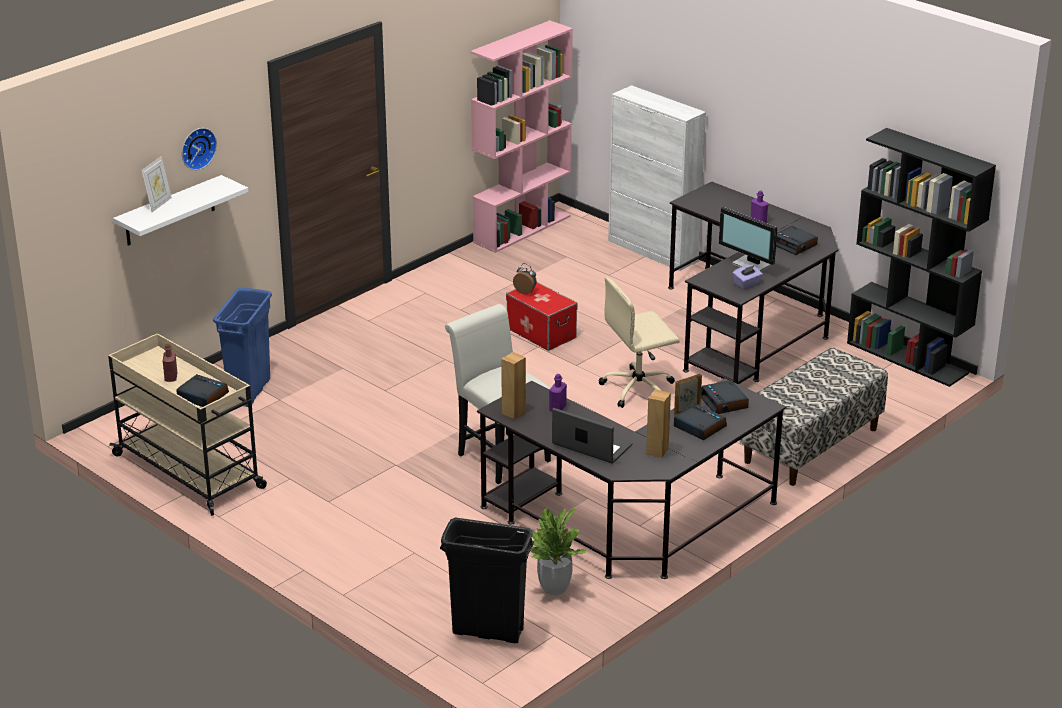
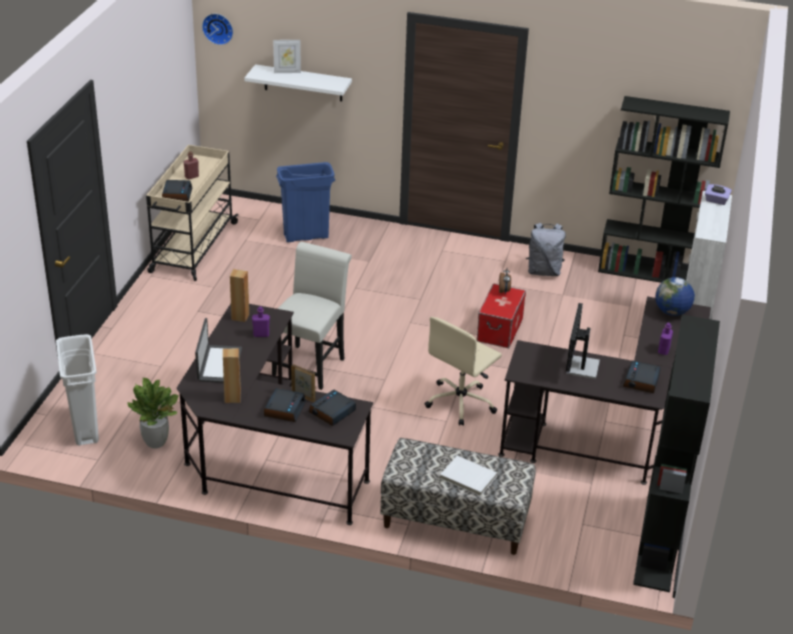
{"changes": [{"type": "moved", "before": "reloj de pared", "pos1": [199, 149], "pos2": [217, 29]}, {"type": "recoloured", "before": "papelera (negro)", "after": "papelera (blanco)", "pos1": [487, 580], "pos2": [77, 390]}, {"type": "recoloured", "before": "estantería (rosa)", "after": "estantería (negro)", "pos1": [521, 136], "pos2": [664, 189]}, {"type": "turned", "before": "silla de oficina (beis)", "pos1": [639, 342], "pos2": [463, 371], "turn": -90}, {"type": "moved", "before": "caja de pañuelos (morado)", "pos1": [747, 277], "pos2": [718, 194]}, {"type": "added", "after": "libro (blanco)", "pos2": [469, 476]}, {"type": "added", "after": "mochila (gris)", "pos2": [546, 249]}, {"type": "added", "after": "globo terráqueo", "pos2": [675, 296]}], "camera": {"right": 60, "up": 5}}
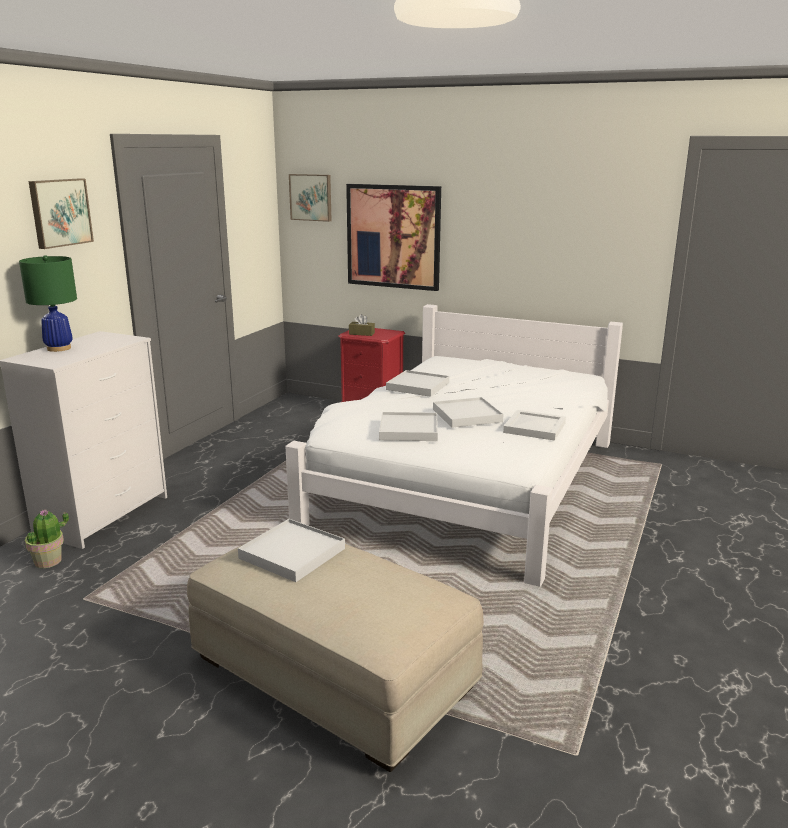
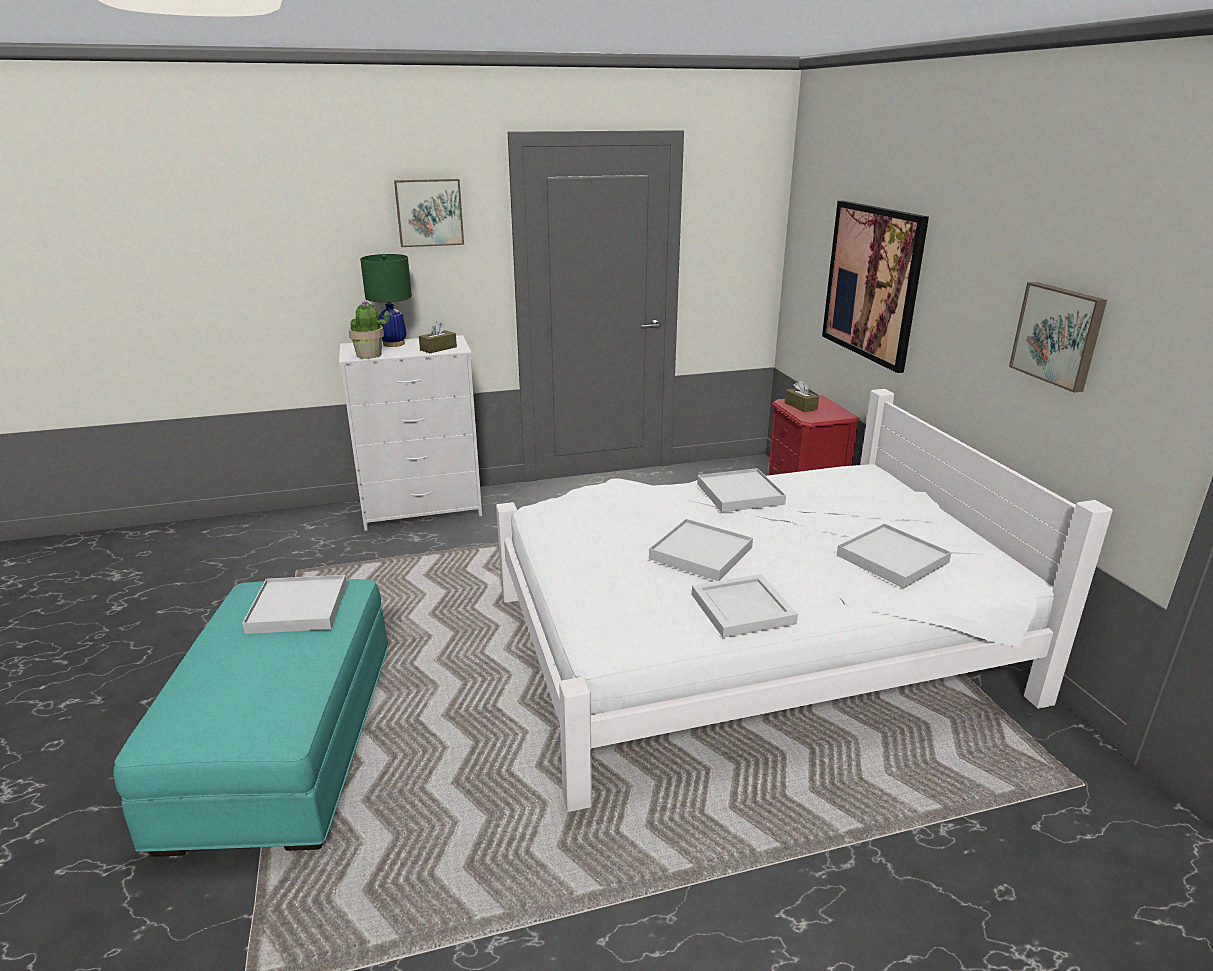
{"changes": [{"type": "moved", "before": "planta en maceta", "pos1": [47, 538], "pos2": [369, 330]}, {"type": "recoloured", "before": "puf (beis)", "after": "puf (turquesa)", "pos1": [335, 657], "pos2": [250, 718]}, {"type": "moved", "before": "cuadro", "pos1": [310, 198], "pos2": [1058, 337]}, {"type": "moved", "before": "bandeja (blanco)", "pos1": [408, 426], "pos2": [894, 555]}, {"type": "added", "after": "caja de pañuelos (marrón)", "pos2": [438, 337]}], "camera": {"right": 50, "up": 5}}
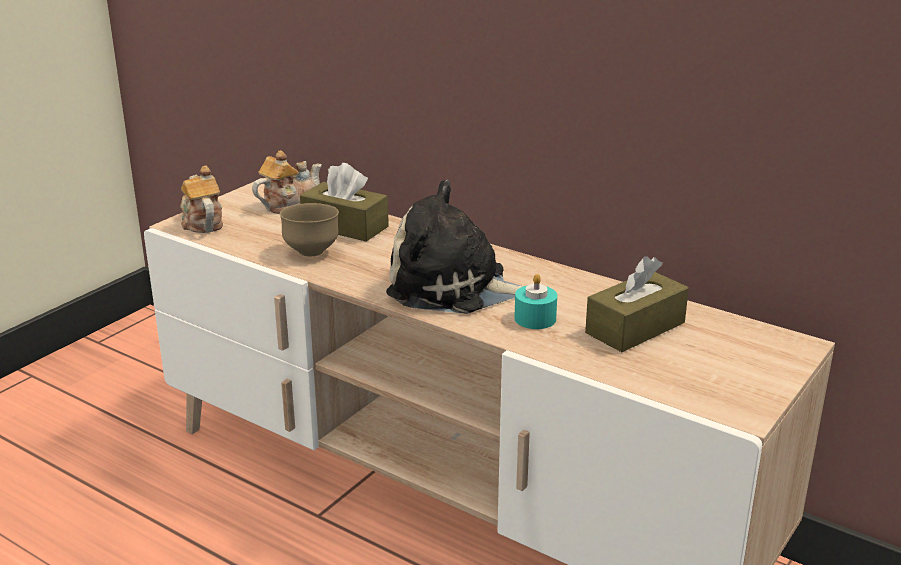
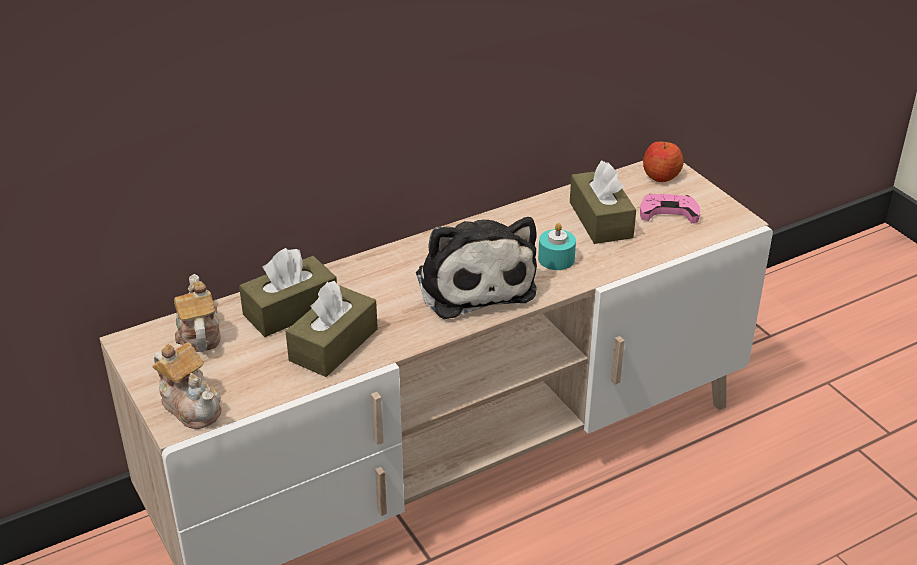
{"changes": [{"type": "turned", "before": "tetera", "pos1": [201, 199], "pos2": [187, 385], "turn": -135}, {"type": "replaced", "before": "cuenco (marrón)", "after": "caja de pañuelos (marrón)", "pos1": [309, 229], "pos2": [332, 329]}, {"type": "turned", "before": "peluche", "pos1": [454, 247], "pos2": [476, 268], "turn": -60}, {"type": "added", "after": "mando de consola (rosa)", "pos2": [670, 209]}, {"type": "added", "after": "manzana", "pos2": [663, 161]}], "camera": {"right": -65, "up": 10}}
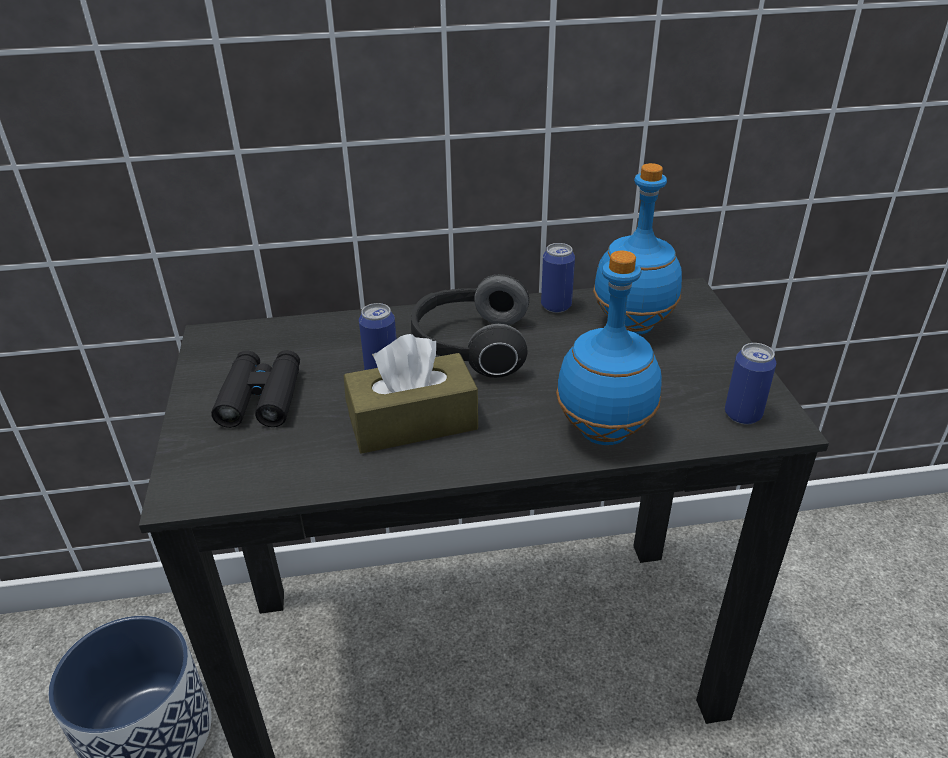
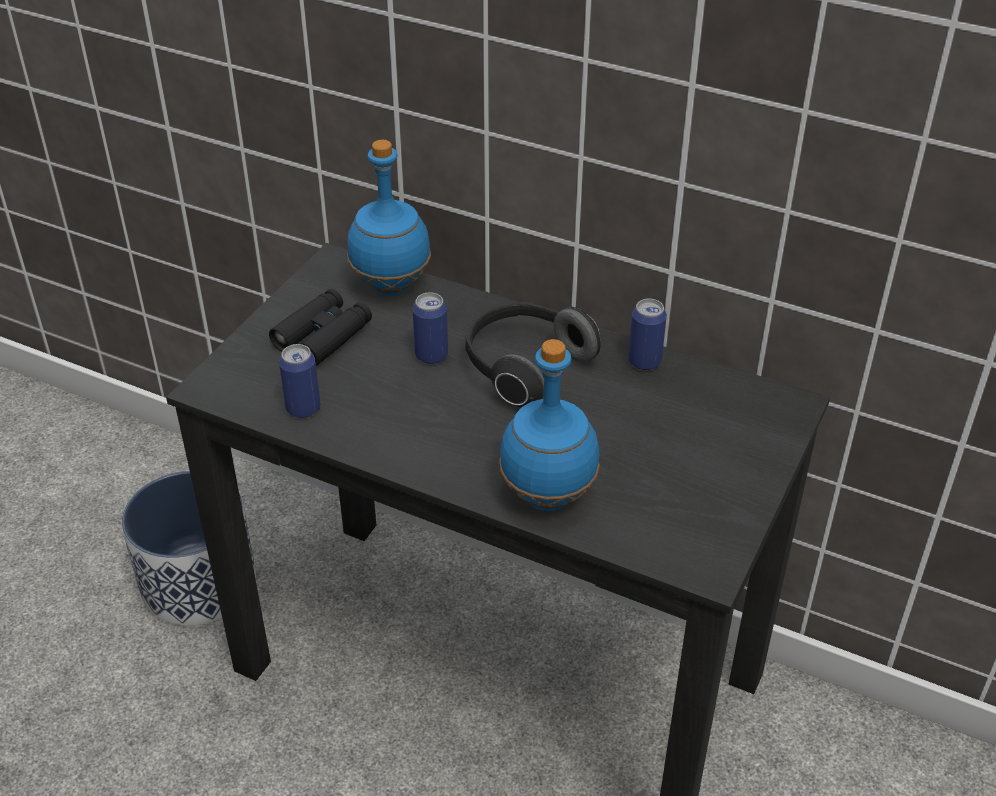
{"changes": [{"type": "removed", "before": "caja de pañuelos (marrón)", "pos1": [411, 394]}, {"type": "moved", "before": "botella (azul)", "pos1": [637, 249], "pos2": [389, 218]}, {"type": "moved", "before": "lata", "pos1": [750, 383], "pos2": [299, 381]}], "camera": {"right": 35, "up": 5}}
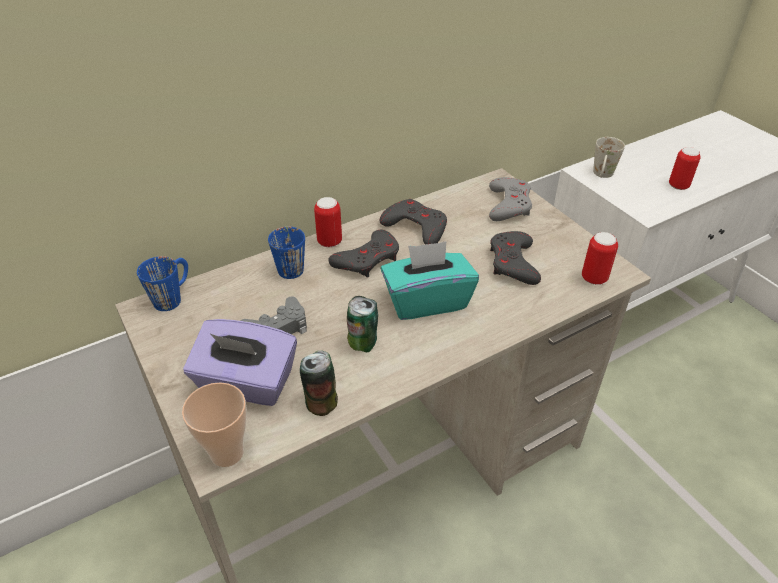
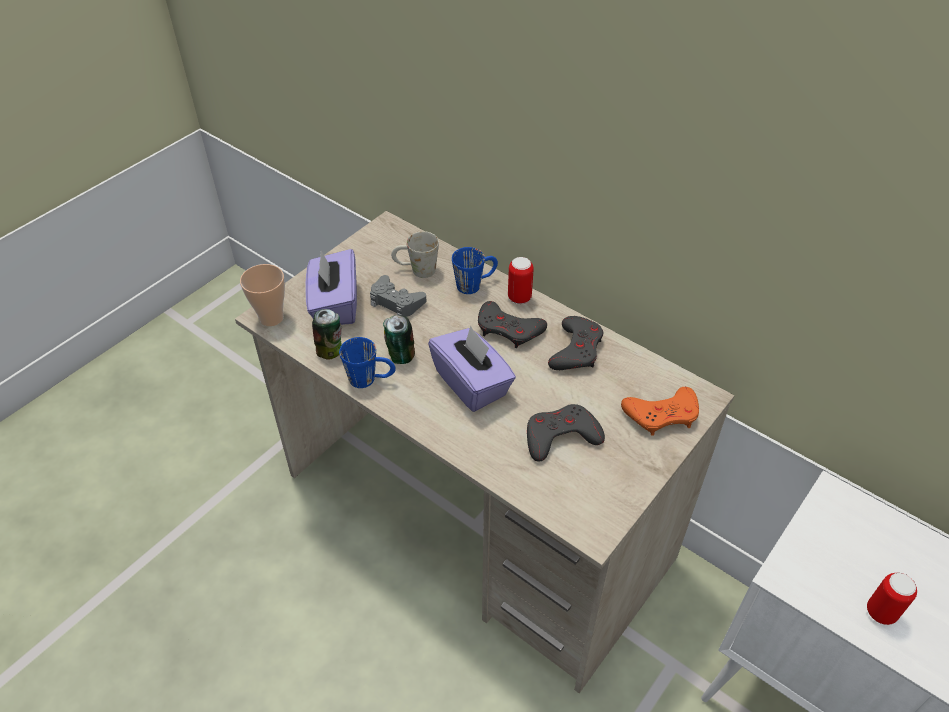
{"changes": [{"type": "moved", "before": "taza grande (azul)", "pos1": [162, 283], "pos2": [367, 362]}, {"type": "recoloured", "before": "caja de pañuelos (turquesa)", "after": "caja de pañuelos (morado)", "pos1": [430, 280], "pos2": [472, 369]}, {"type": "recoloured", "before": "mando de consola (gris)", "after": "mando de consola (naranja)", "pos1": [510, 199], "pos2": [660, 411]}, {"type": "removed", "before": "lata", "pos1": [600, 258]}, {"type": "moved", "before": "taza grande (blanco)", "pos1": [609, 157], "pos2": [415, 254]}], "camera": {"right": 70, "up": 5}}
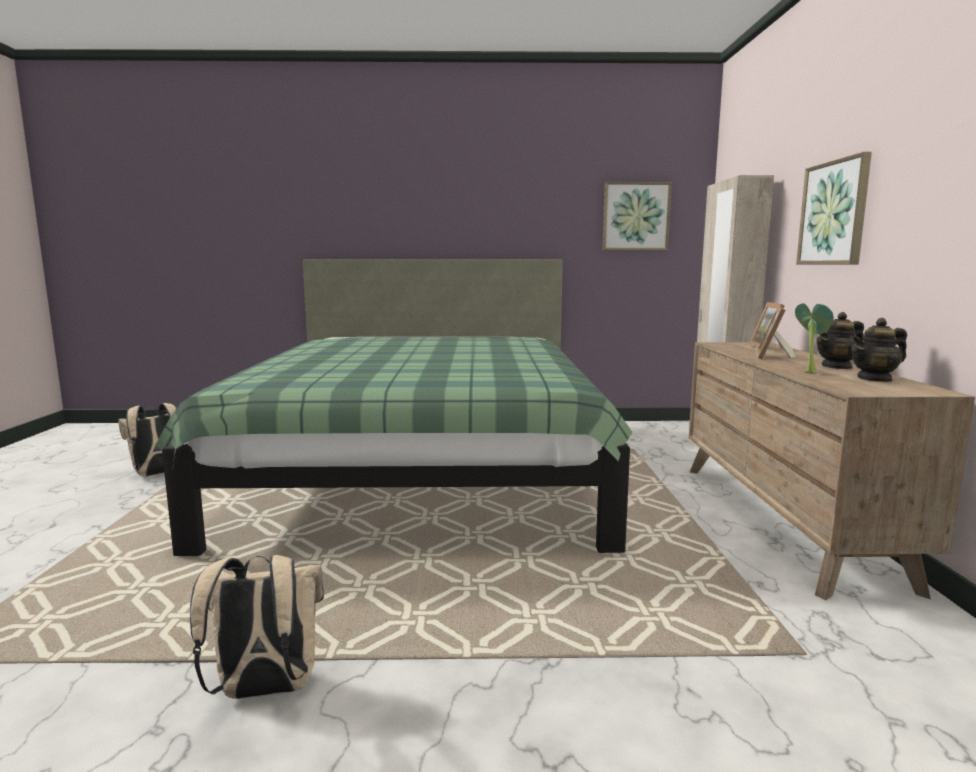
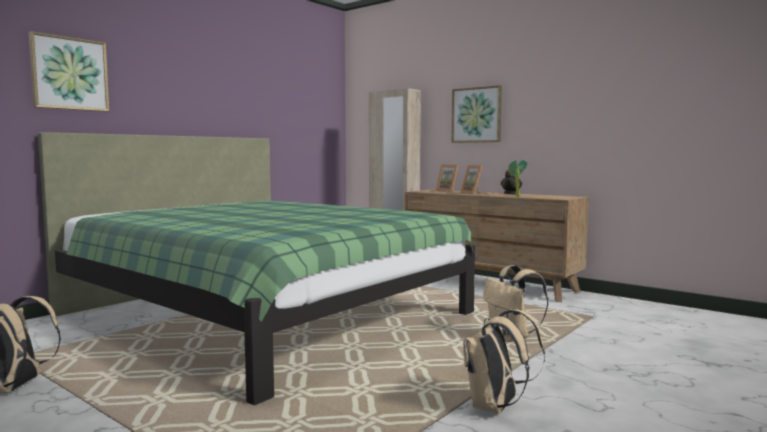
{"changes": [{"type": "moved", "before": "cuadro", "pos1": [637, 216], "pos2": [69, 71]}, {"type": "removed", "before": "tetera", "pos1": [878, 350]}, {"type": "added", "after": "mochila (beis)", "pos2": [515, 303]}], "camera": {"right": -50, "up": -5}}
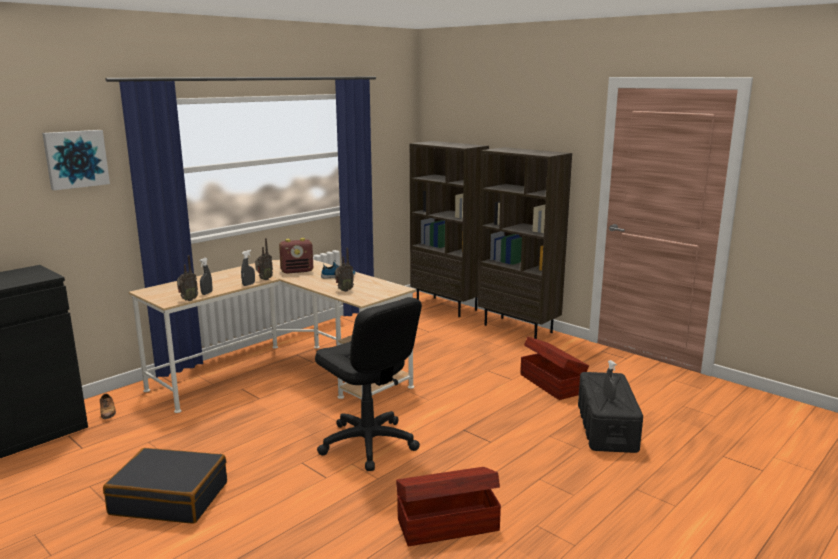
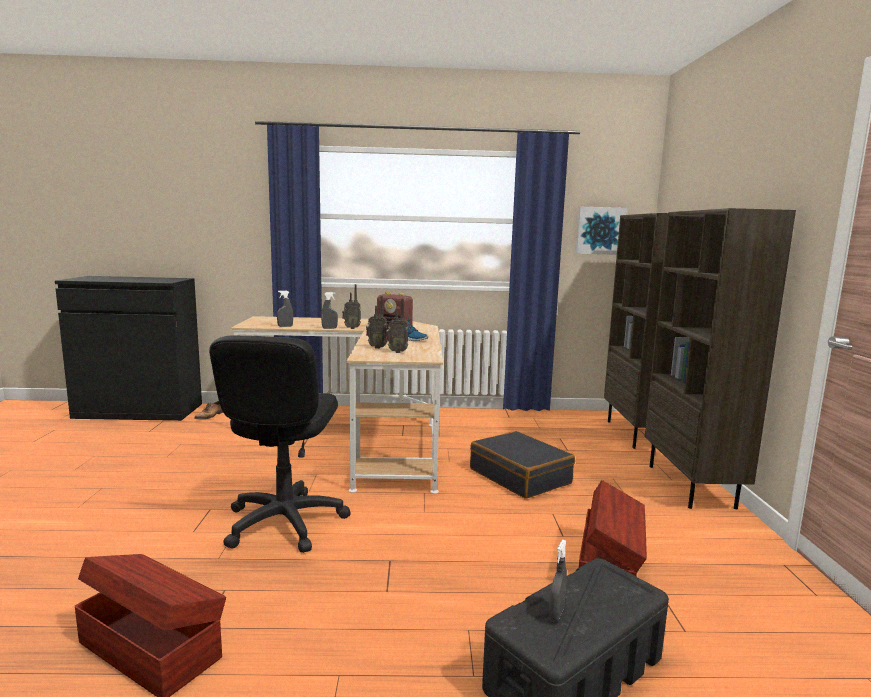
{"changes": [{"type": "moved", "before": "cuadro", "pos1": [76, 160], "pos2": [601, 231]}, {"type": "moved", "before": "maleta (negro)", "pos1": [165, 486], "pos2": [522, 464]}, {"type": "moved", "before": "radio", "pos1": [187, 278], "pos2": [397, 326]}], "camera": {"right": 45, "up": -5}}
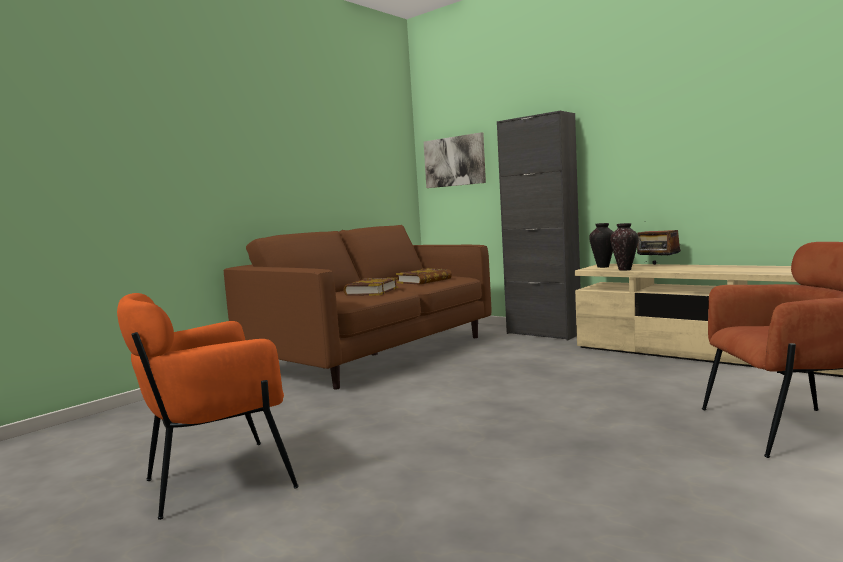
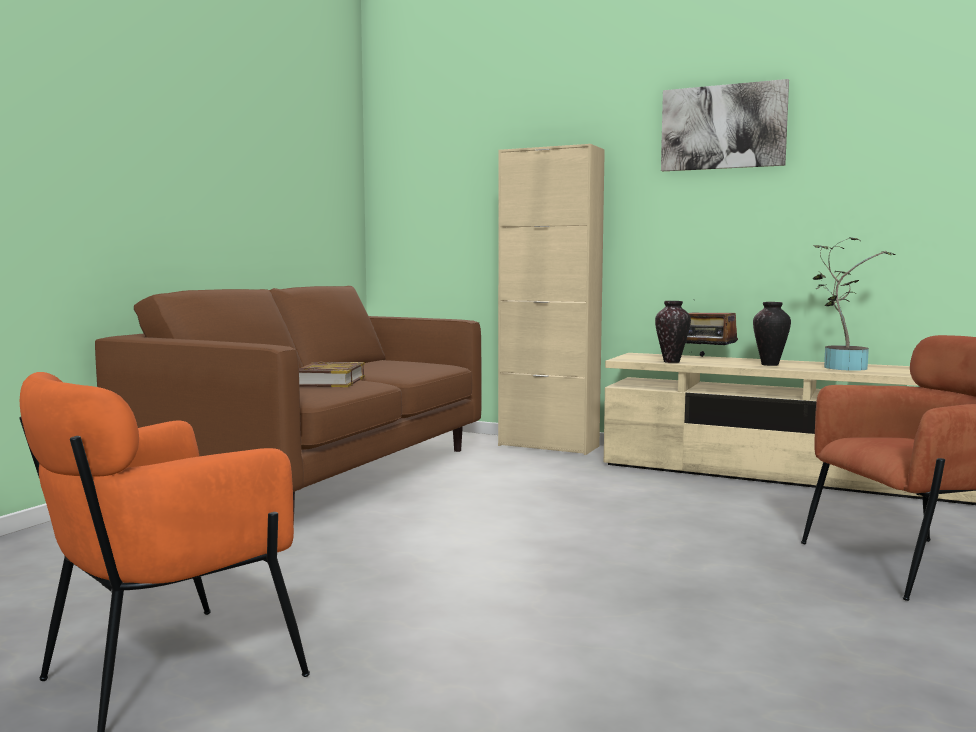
{"changes": [{"type": "removed", "before": "libro", "pos1": [424, 276]}, {"type": "moved", "before": "cuadro", "pos1": [455, 160], "pos2": [725, 125]}, {"type": "recoloured", "before": "armario (negro)", "after": "armario (beis)", "pos1": [539, 225], "pos2": [551, 299]}, {"type": "moved", "before": "florero", "pos1": [601, 245], "pos2": [772, 334]}, {"type": "added", "after": "planta en maceta", "pos2": [854, 304]}], "camera": {"right": -15, "up": 0}}
